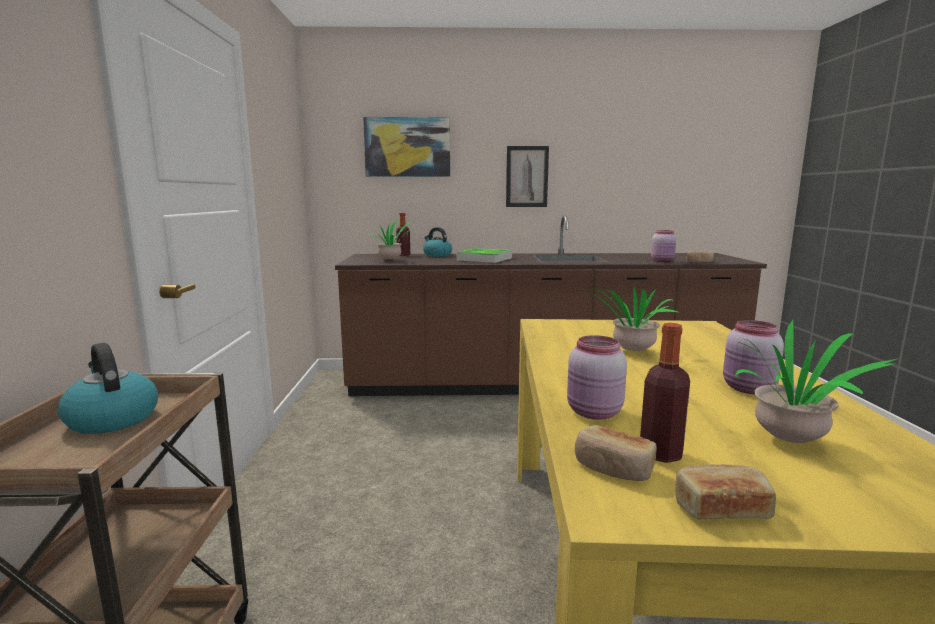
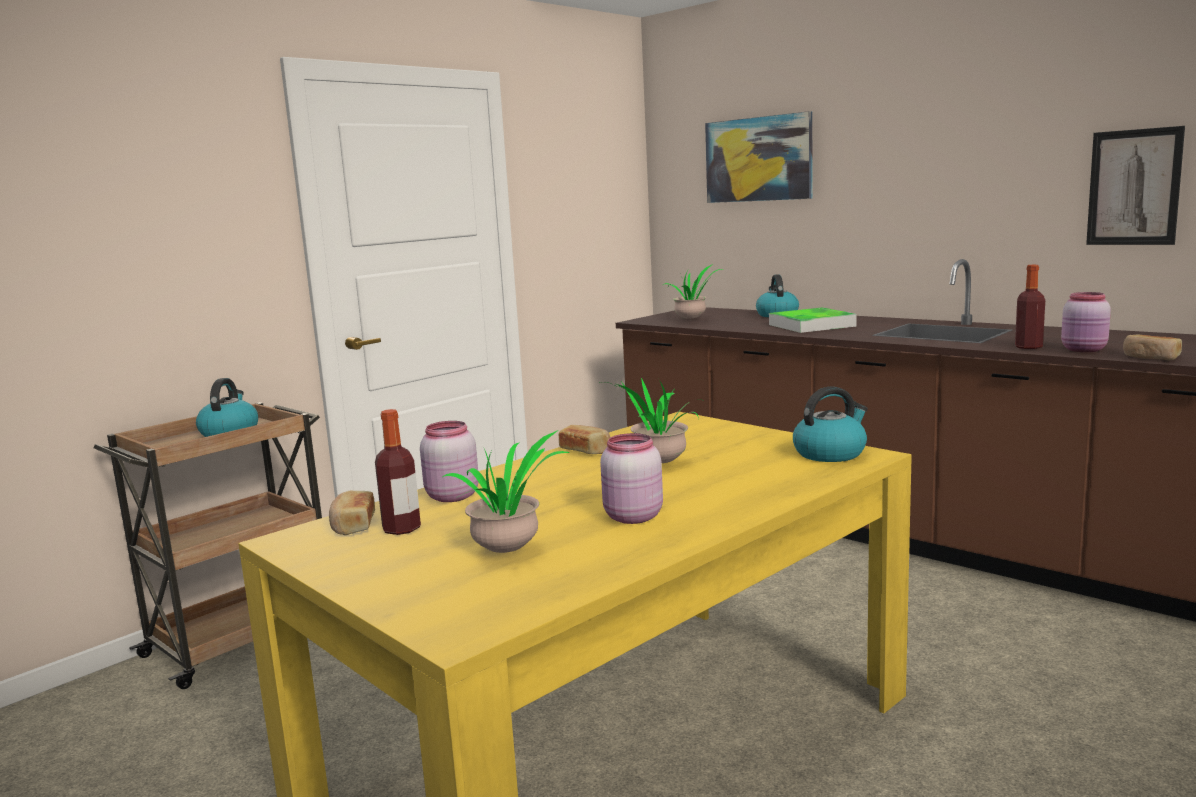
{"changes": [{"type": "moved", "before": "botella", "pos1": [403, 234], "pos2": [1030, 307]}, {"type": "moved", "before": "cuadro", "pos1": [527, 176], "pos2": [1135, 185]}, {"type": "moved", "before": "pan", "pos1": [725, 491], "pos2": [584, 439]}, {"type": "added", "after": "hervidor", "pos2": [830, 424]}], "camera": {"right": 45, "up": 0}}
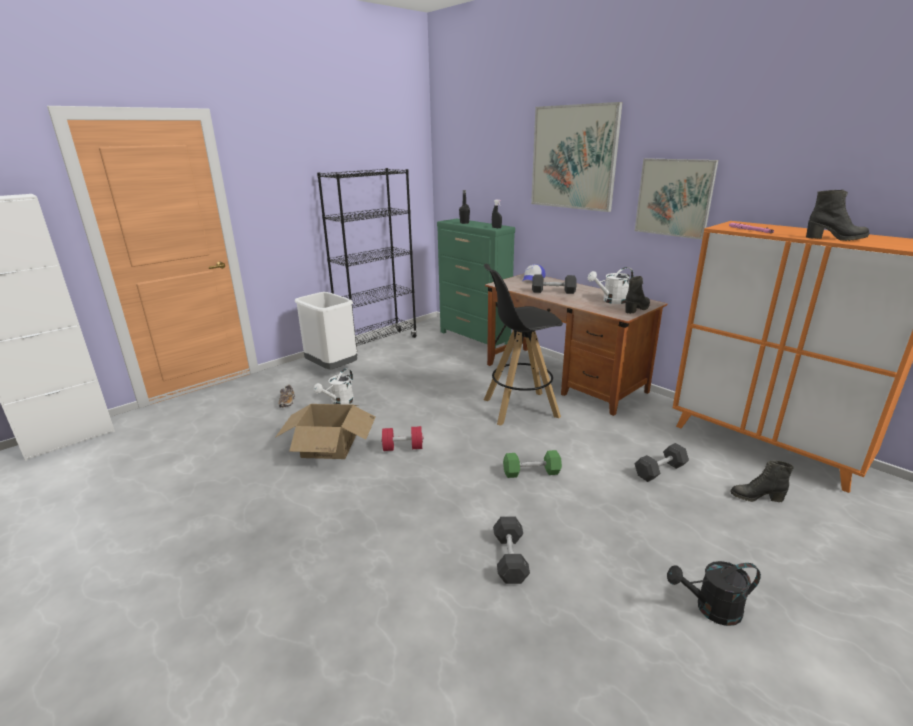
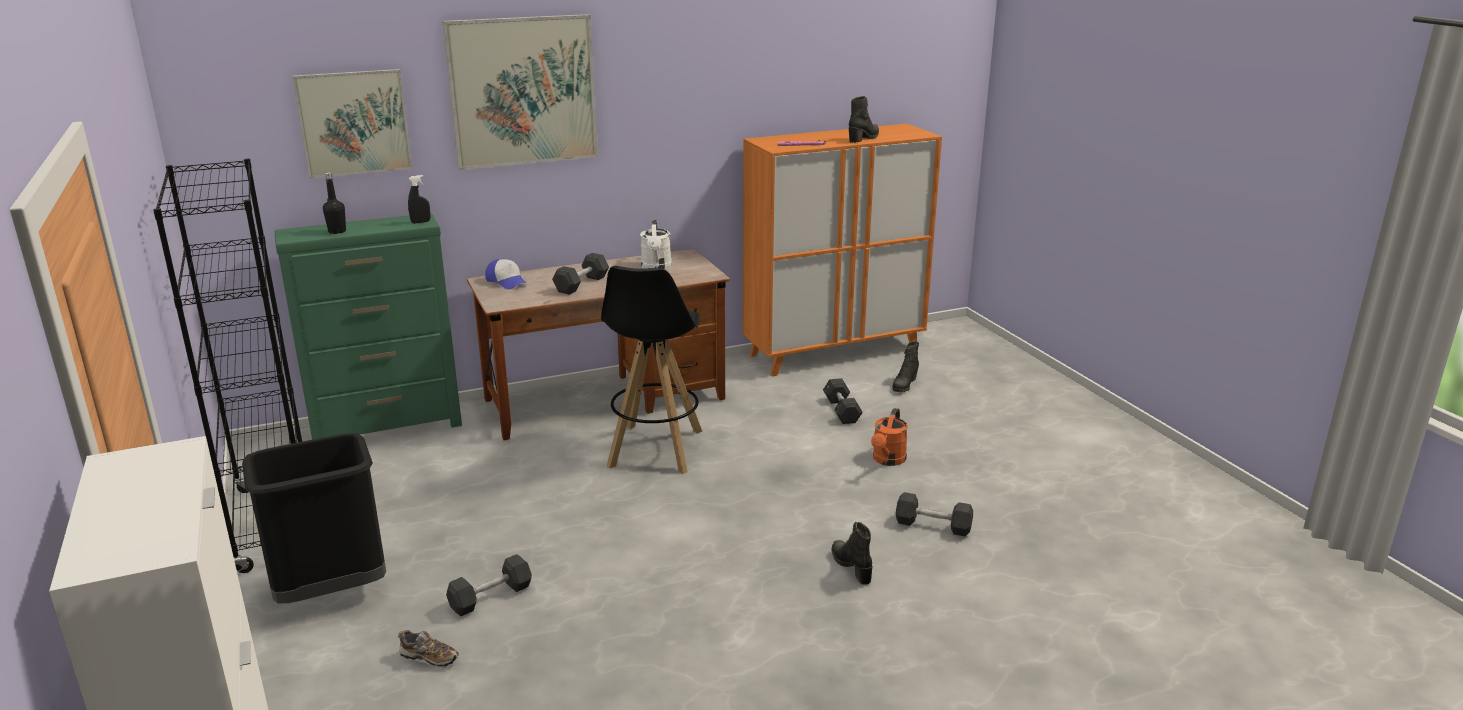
{"changes": [{"type": "removed", "before": "caja de cartón", "pos1": [325, 431]}, {"type": "recoloured", "before": "papelera (blanco)", "after": "papelera (negro)", "pos1": [326, 330], "pos2": [314, 518]}, {"type": "replaced", "before": "regadera (blanco)", "after": "mancuerna (gris)", "pos1": [334, 386], "pos2": [489, 585]}, {"type": "removed", "before": "mancuerna (rojo)", "pos1": [402, 438]}, {"type": "removed", "before": "mancuerna (verde)", "pos1": [532, 464]}, {"type": "moved", "before": "bota (negro)", "pos1": [637, 295], "pos2": [852, 553]}, {"type": "moved", "before": "cuadro", "pos1": [676, 199], "pos2": [353, 123]}, {"type": "removed", "before": "regadera (negro)", "pos1": [714, 593]}, {"type": "added", "after": "regadera (naranja)", "pos2": [889, 437]}], "camera": {"right": -70, "up": 0}}
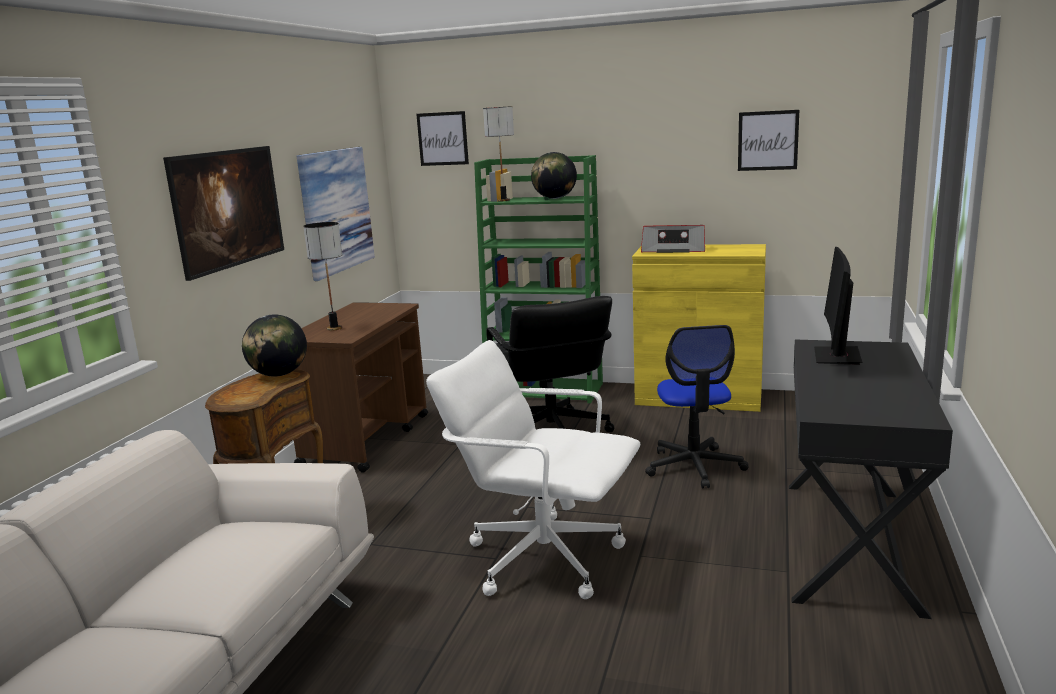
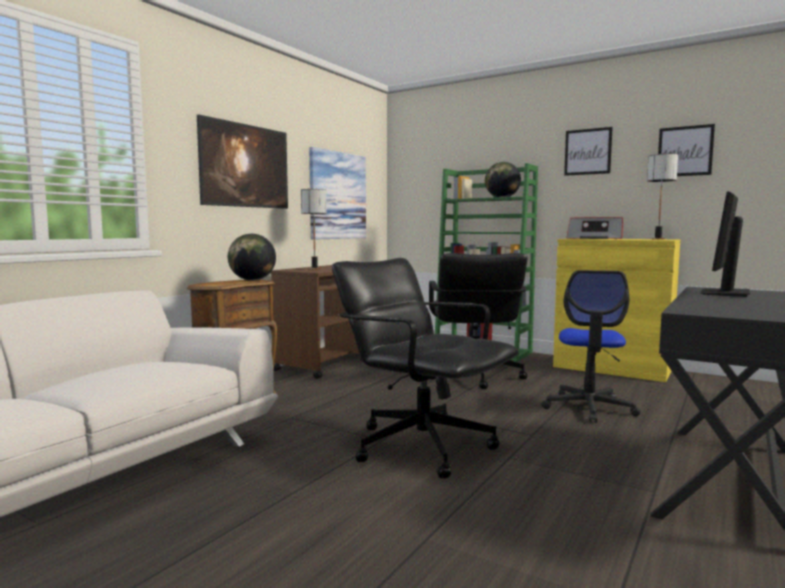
{"changes": [{"type": "moved", "before": "cuadro", "pos1": [442, 138], "pos2": [588, 151]}, {"type": "recoloured", "before": "silla de oficina (blanco)", "after": "silla de oficina (negro)", "pos1": [533, 469], "pos2": [425, 368]}, {"type": "moved", "before": "lámpara de mesa", "pos1": [498, 153], "pos2": [662, 197]}], "camera": {"right": 15, "up": -10}}
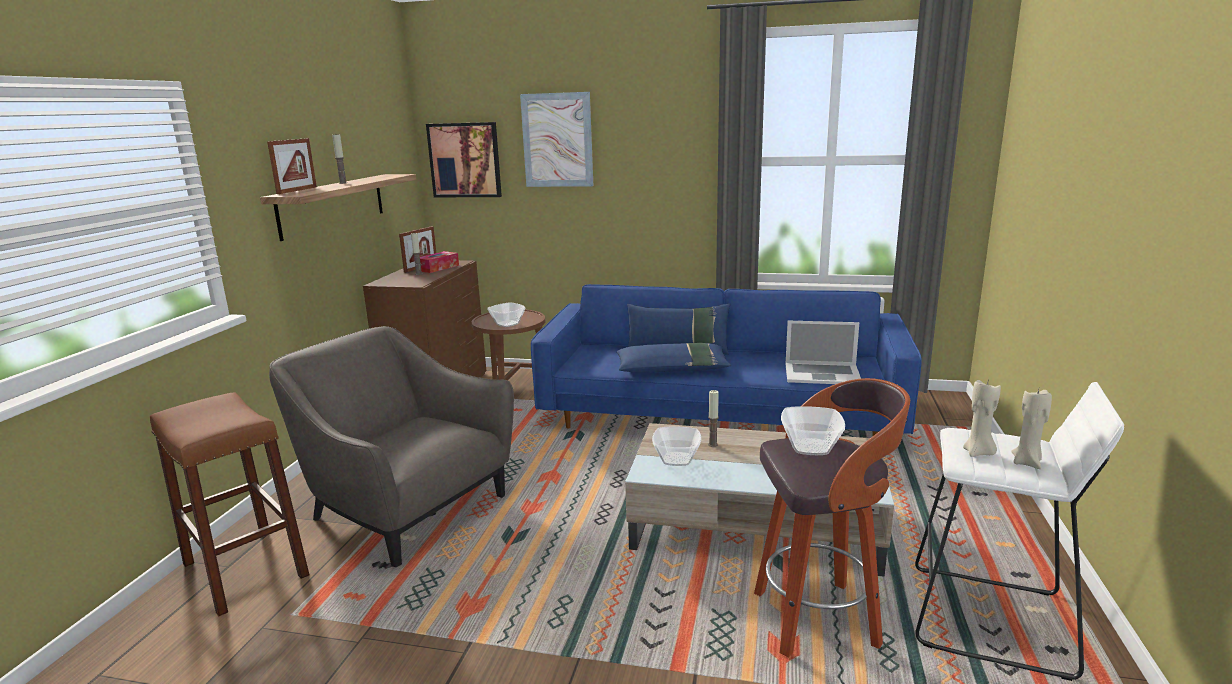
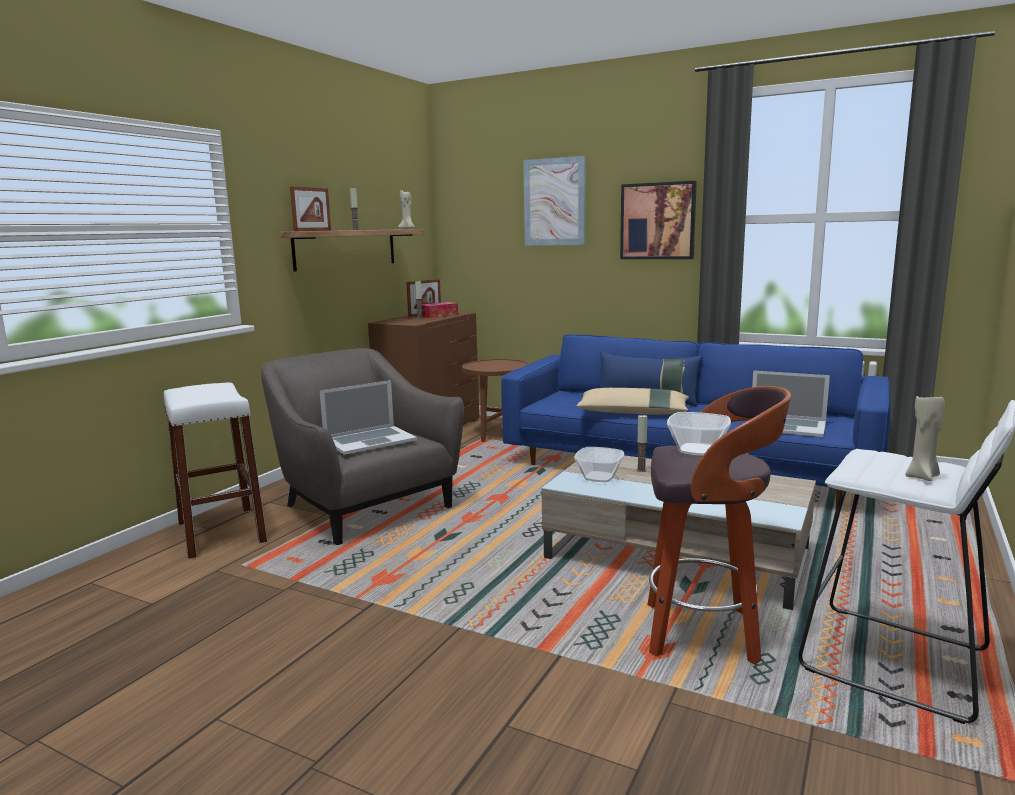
{"changes": [{"type": "recoloured", "before": "taburete (marrón)", "after": "taburete (blanco)", "pos1": [230, 504], "pos2": [215, 471]}, {"type": "moved", "before": "cuadro", "pos1": [464, 159], "pos2": [658, 220]}, {"type": "removed", "before": "cuenco", "pos1": [506, 314]}, {"type": "recoloured", "before": "cojín (azul)", "after": "cojín (beis)", "pos1": [674, 357], "pos2": [632, 401]}, {"type": "moved", "before": "vela (beis)", "pos1": [982, 418], "pos2": [406, 209]}, {"type": "added", "after": "portátil", "pos2": [368, 417]}], "camera": {"right": 15, "up": -5}}
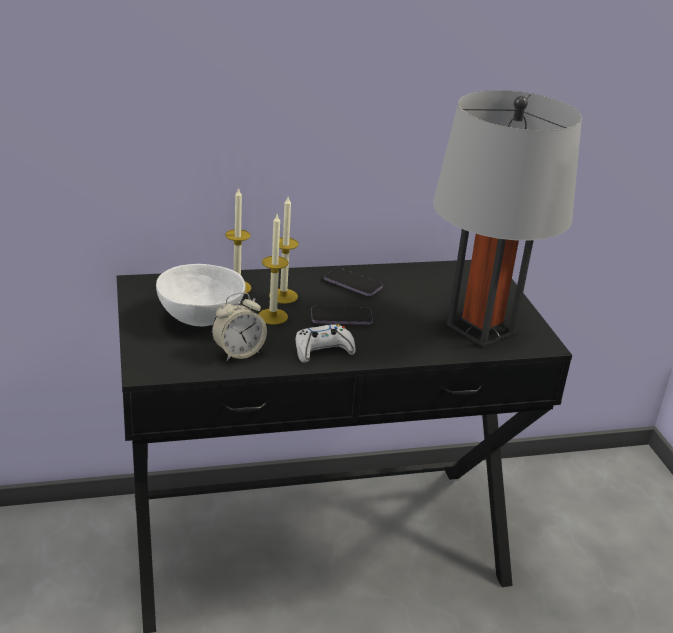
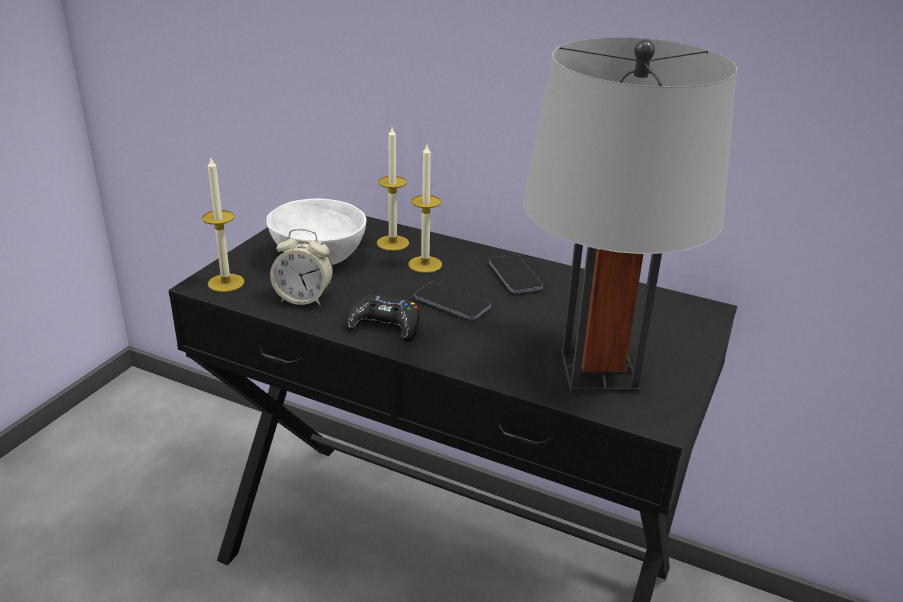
{"changes": [{"type": "moved", "before": "vela", "pos1": [273, 269], "pos2": [223, 225]}, {"type": "recoloured", "before": "mando de consola (blanco)", "after": "mando de consola (negro)", "pos1": [325, 343], "pos2": [382, 318]}], "camera": {"right": 40, "up": 0}}
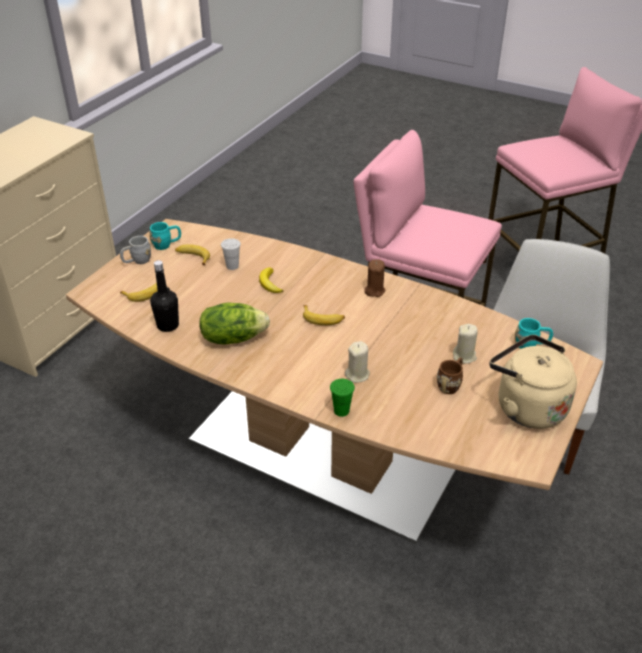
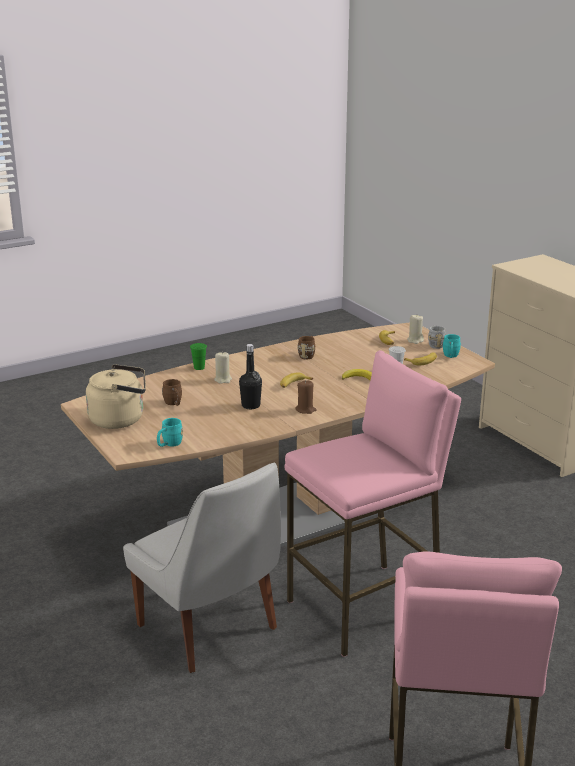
{"changes": [{"type": "moved", "before": "botella (negro)", "pos1": [164, 296], "pos2": [250, 376]}, {"type": "replaced", "before": "lechuga", "after": "taza grande (marrón)", "pos1": [234, 323], "pos2": [306, 347]}, {"type": "moved", "before": "vela (beis)", "pos1": [465, 344], "pos2": [415, 329]}], "camera": {"right": 120, "up": -15}}
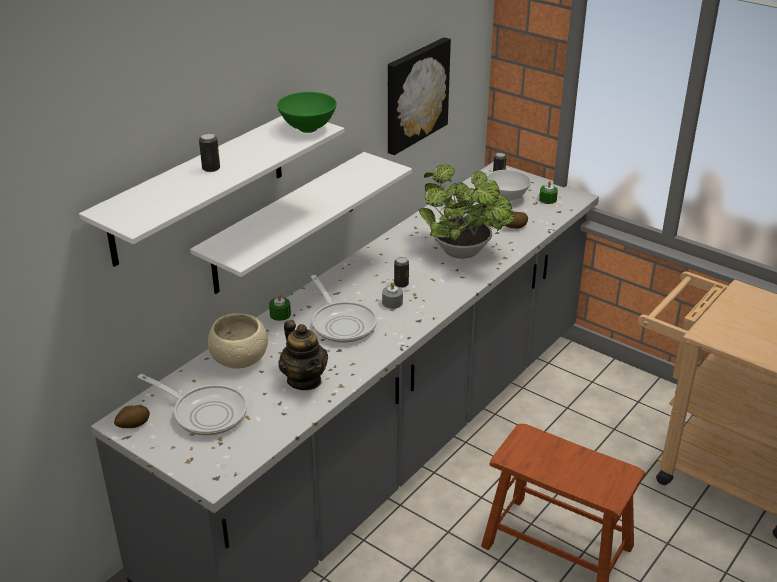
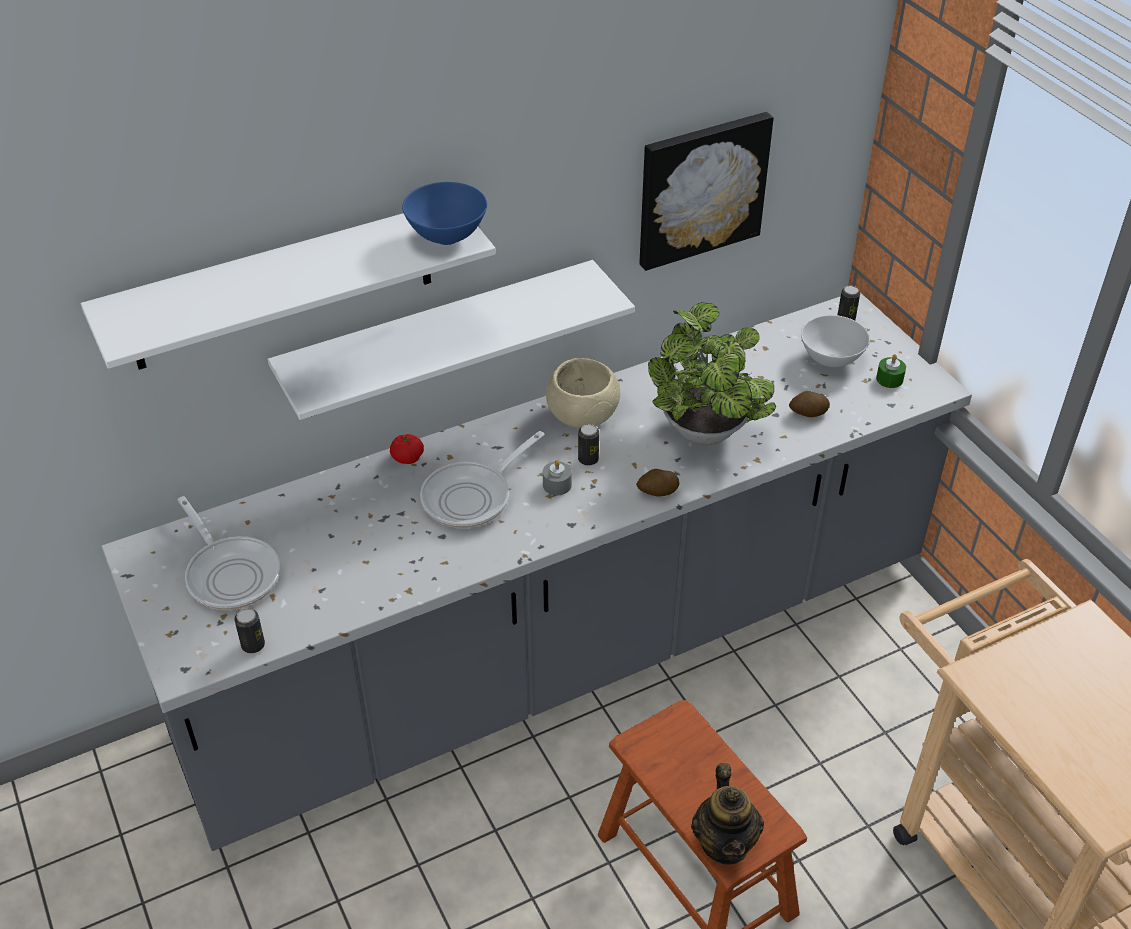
{"changes": [{"type": "moved", "before": "patata", "pos1": [132, 416], "pos2": [658, 483]}, {"type": "moved", "before": "lata", "pos1": [209, 152], "pos2": [249, 630]}, {"type": "moved", "before": "cuenco (beis)", "pos1": [238, 341], "pos2": [583, 393]}, {"type": "replaced", "before": "vela (verde)", "after": "tomate", "pos1": [280, 307], "pos2": [407, 449]}, {"type": "recoloured", "before": "cuenco (verde)", "after": "cuenco (azul)", "pos1": [307, 112], "pos2": [444, 213]}, {"type": "moved", "before": "tetera", "pos1": [303, 355], "pos2": [727, 814]}, {"type": "turned", "before": "sartén", "pos1": [344, 309], "pos2": [482, 479], "turn": 45}], "camera": {"right": 25, "up": 10}}
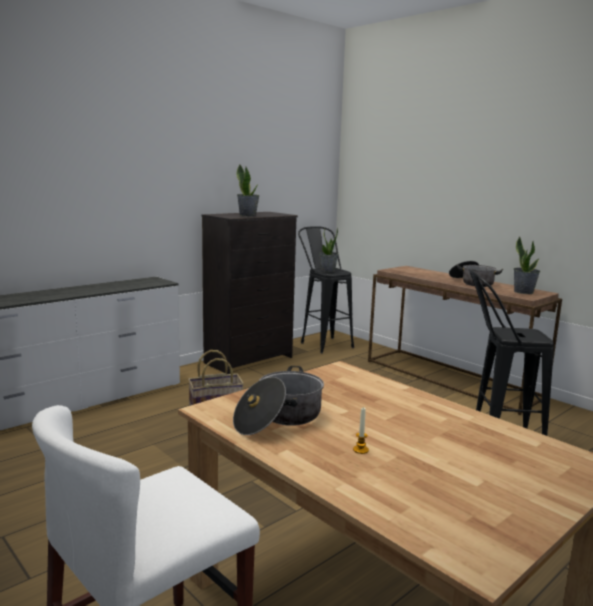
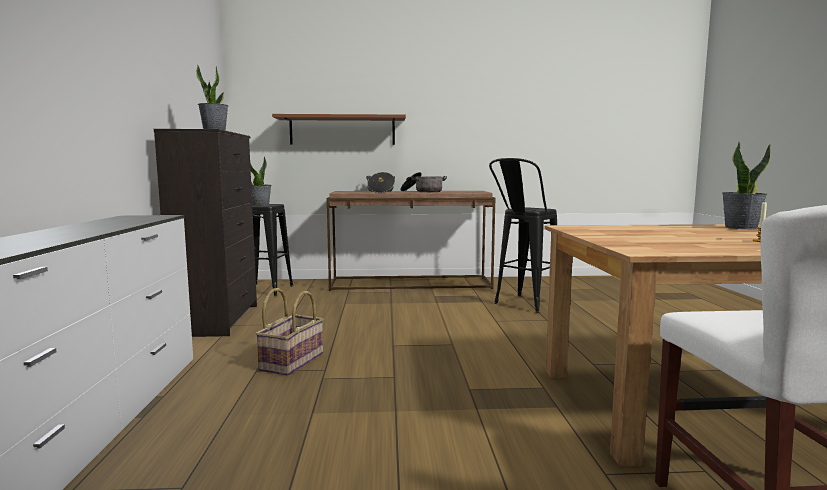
{"changes": [{"type": "moved", "before": "olla", "pos1": [278, 400], "pos2": [380, 182]}, {"type": "moved", "before": "planta en maceta", "pos1": [527, 265], "pos2": [746, 185]}, {"type": "added", "after": "estante (marrón)", "pos2": [339, 129]}], "camera": {"right": -50, "up": -5}}
